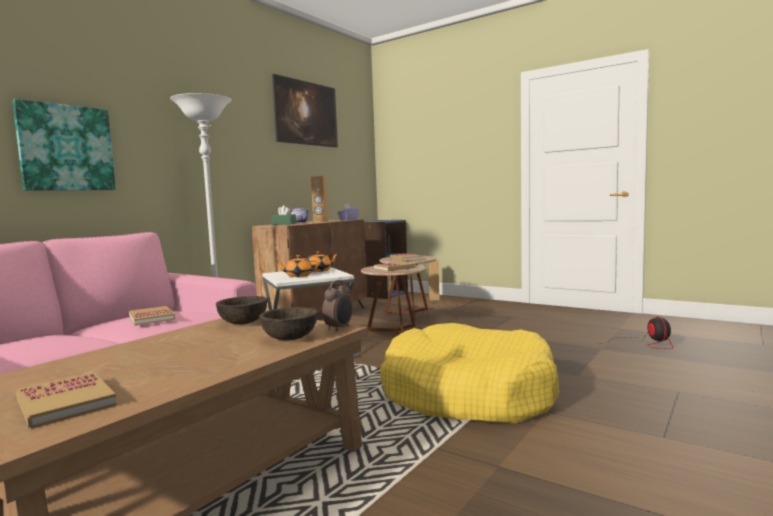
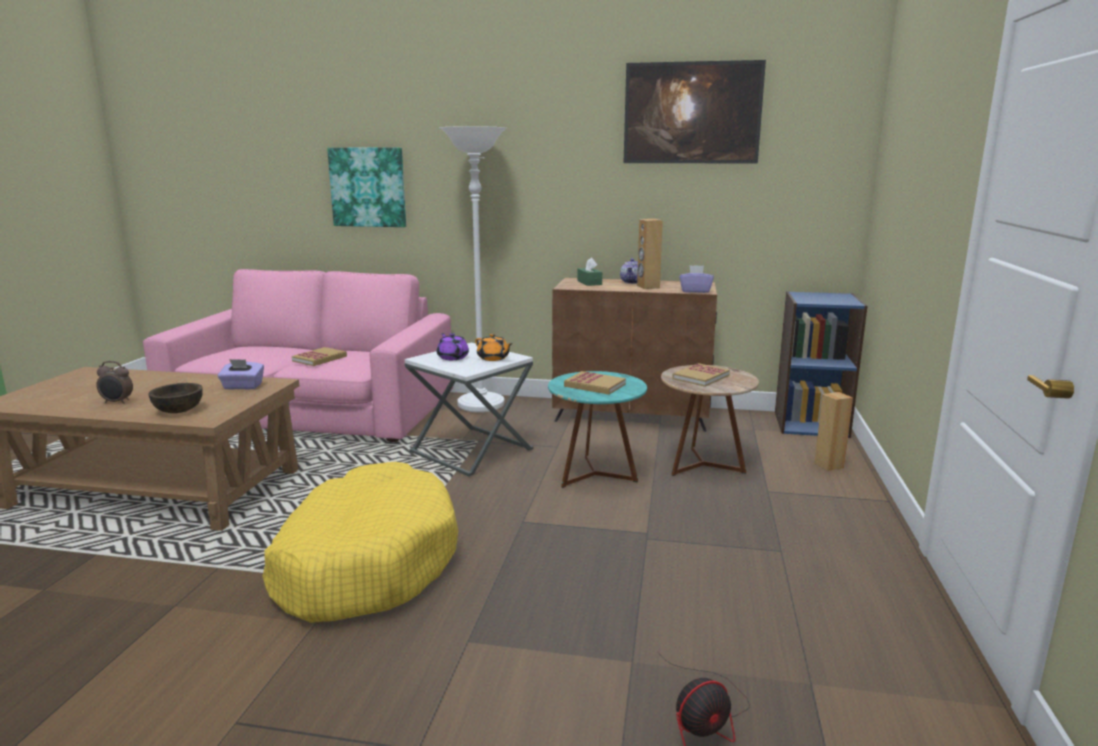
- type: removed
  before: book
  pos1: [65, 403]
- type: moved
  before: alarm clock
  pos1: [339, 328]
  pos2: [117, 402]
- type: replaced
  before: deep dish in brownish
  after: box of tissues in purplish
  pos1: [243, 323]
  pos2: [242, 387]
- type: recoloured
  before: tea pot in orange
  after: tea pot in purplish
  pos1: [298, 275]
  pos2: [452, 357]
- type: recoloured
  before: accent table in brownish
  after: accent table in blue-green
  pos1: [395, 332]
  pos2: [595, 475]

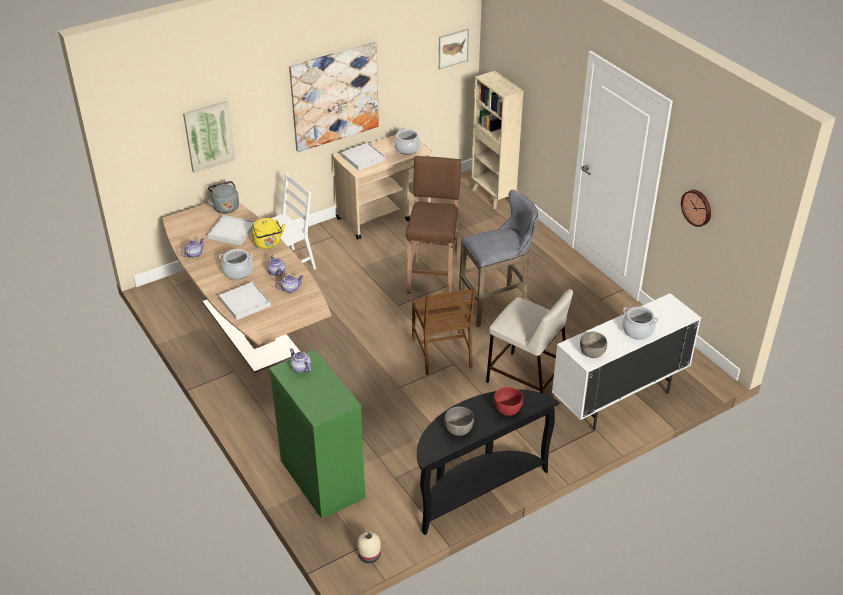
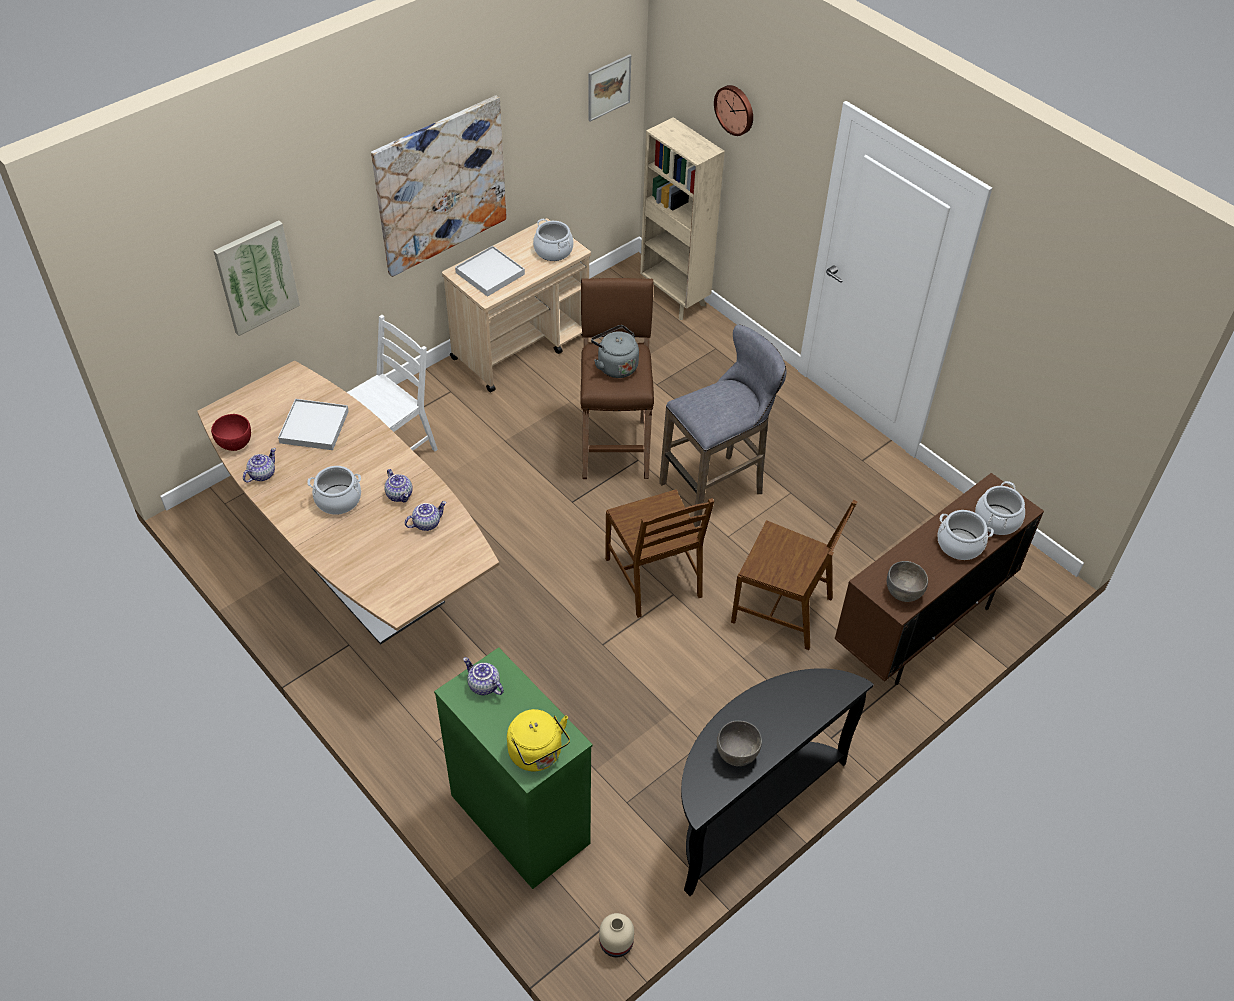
- type: removed
  before: serving tray in white
  pos1: [244, 302]
- type: added
  after: stockpot
  pos2: [997, 520]
- type: moved
  before: water kettle in gray
  pos1: [225, 207]
  pos2: [615, 366]
- type: moved
  before: water kettle in yellowish
  pos1: [268, 244]
  pos2: [537, 754]
- type: moved
  before: deep dish in red
  pos1: [507, 410]
  pos2: [235, 444]
- type: moved
  before: wall clock
  pos1: [697, 207]
  pos2: [735, 109]
- type: replaced
  before: stool seat in sand-coloured
  after: plain chair in brownish
  pos1: [526, 379]
  pos2: [783, 609]
- type: recoloured
  before: cabinet in white
  after: cabinet in brownish
  pos1: [618, 400]
  pos2: [920, 628]

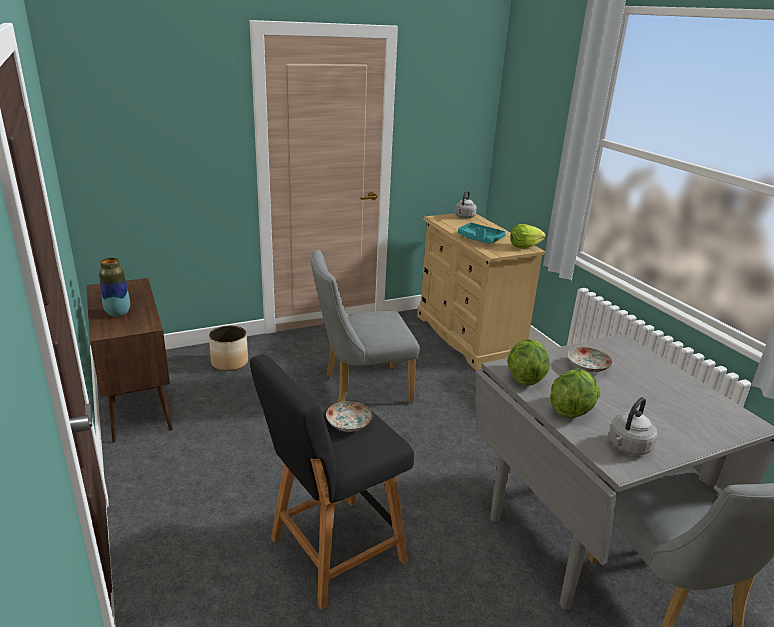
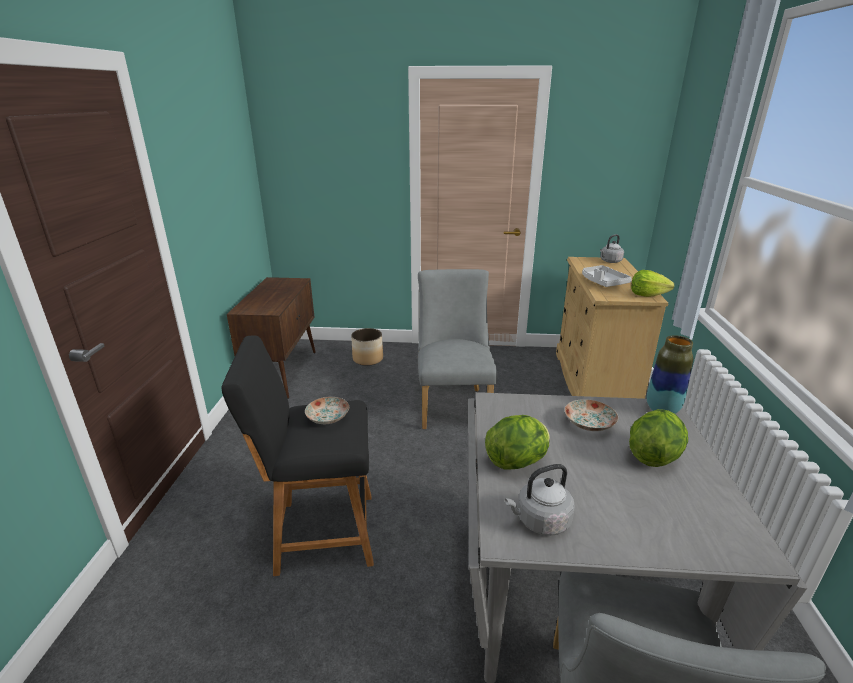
- type: moved
  before: flower vase
  pos1: [118, 313]
  pos2: [662, 410]
- type: moved
  before: head of lettuce
  pos1: [524, 378]
  pos2: [653, 456]
- type: recoloured
  before: serving tray in blue-green
  after: serving tray in gray
  pos1: [479, 239]
  pos2: [603, 282]
- type: turned
  before: plain chair in gray
  pos1: [360, 389]
  pos2: [453, 404]
  turn: 75

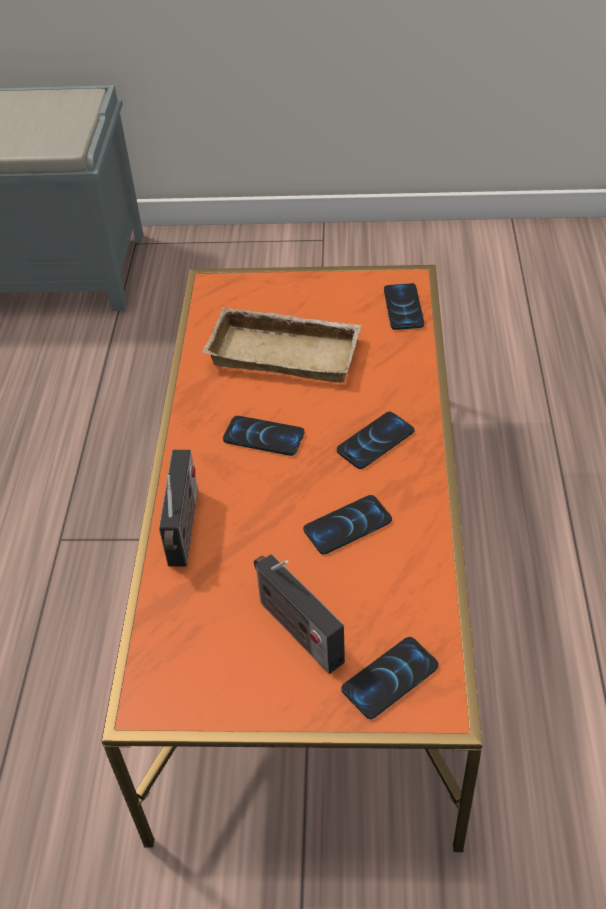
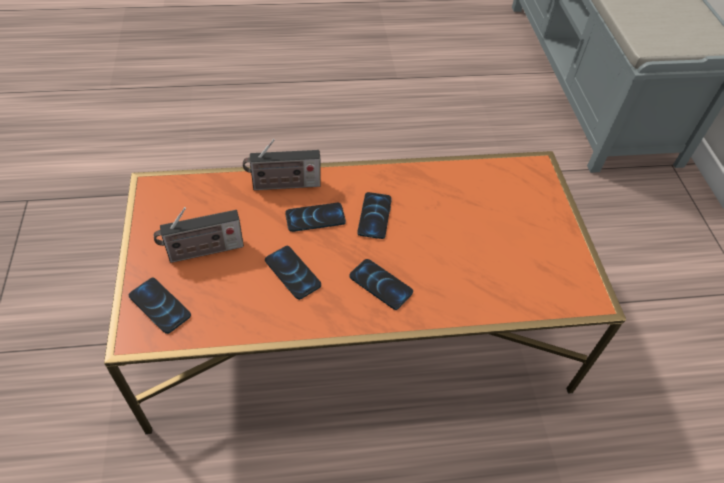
- type: removed
  before: serving tray in sand-coloured
  pos1: [287, 351]
- type: moved
  before: handset
  pos1: [403, 308]
  pos2: [315, 218]
- type: turned
  before: radio set
  pos1: [296, 629]
  pos2: [202, 251]
  turn: -150

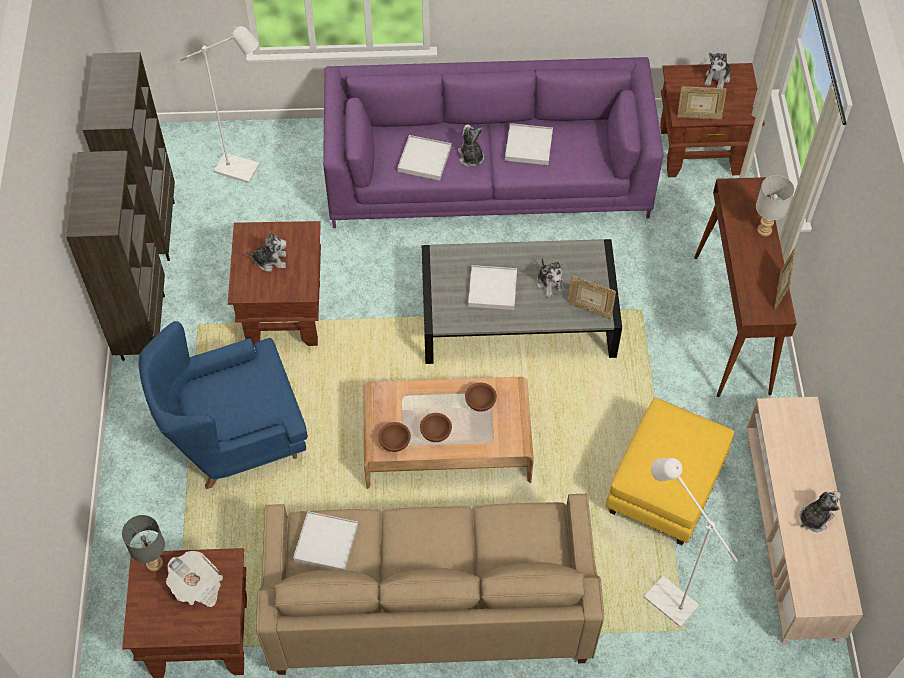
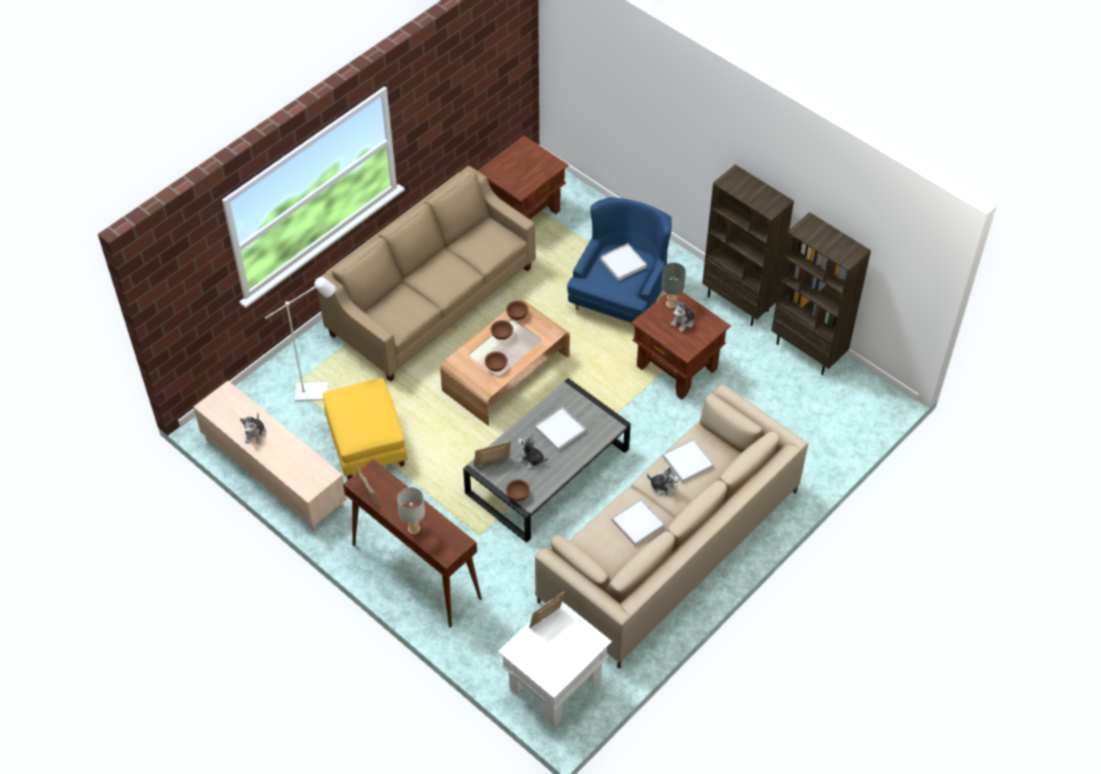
- type: removed
  before: printed paper
  pos1: [197, 586]
- type: removed
  before: standard lamp in white
  pos1: [244, 170]
- type: removed
  before: soft toy
  pos1: [717, 78]
- type: added
  after: deep dish in brownish
  pos2: [517, 495]
- type: moved
  before: tabletop lamp in gray
  pos1: [153, 563]
  pos2: [671, 303]
- type: moved
  before: serving tray in white
  pos1: [326, 543]
  pos2: [623, 263]
- type: recoloured
  before: settee in purplish
  after: settee in sand-coloured
  pos1: [488, 175]
  pos2: [669, 545]
- type: recoloured
  before: accent table in brownish
  after: accent table in white
  pos1: [700, 151]
  pos2: [554, 685]

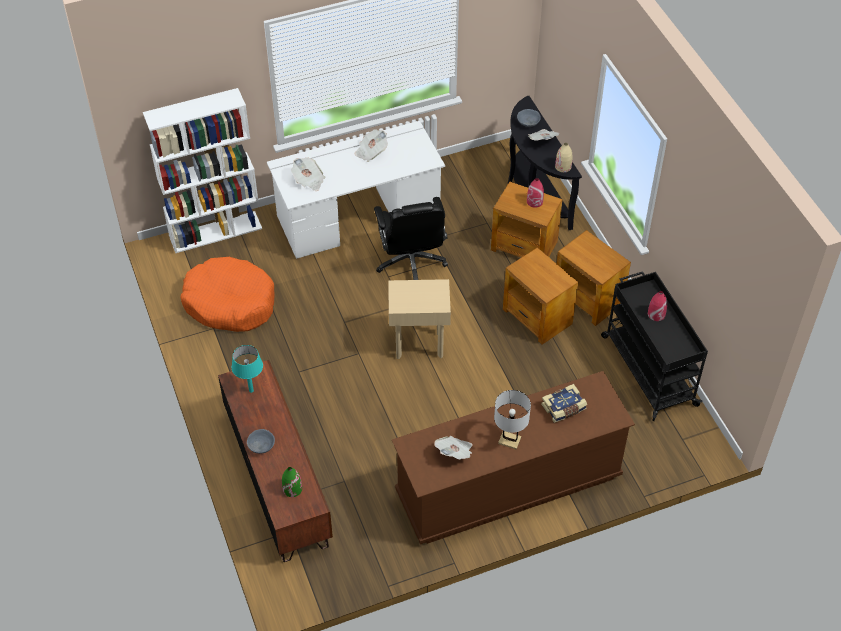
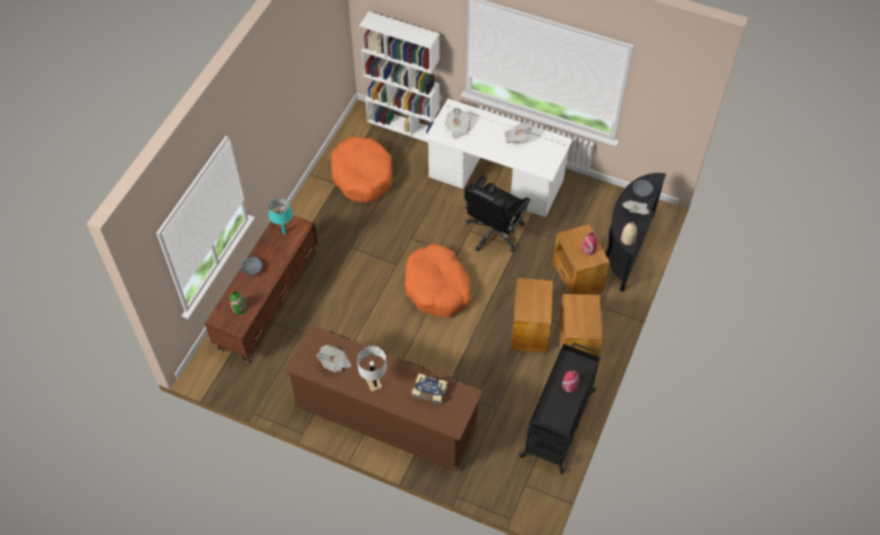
- type: replaced
  before: accent table in sand-coloured
  after: dog bed in orange
  pos1: [419, 344]
  pos2: [437, 287]

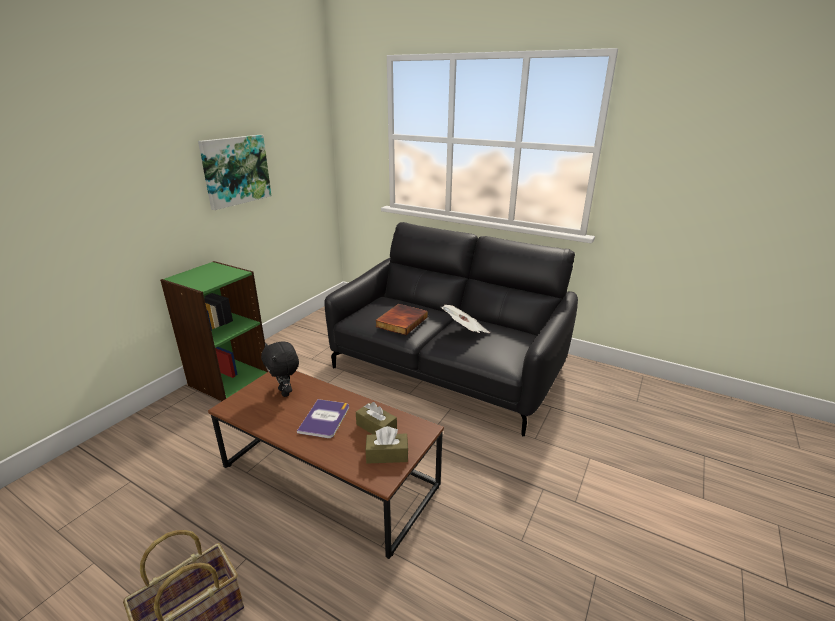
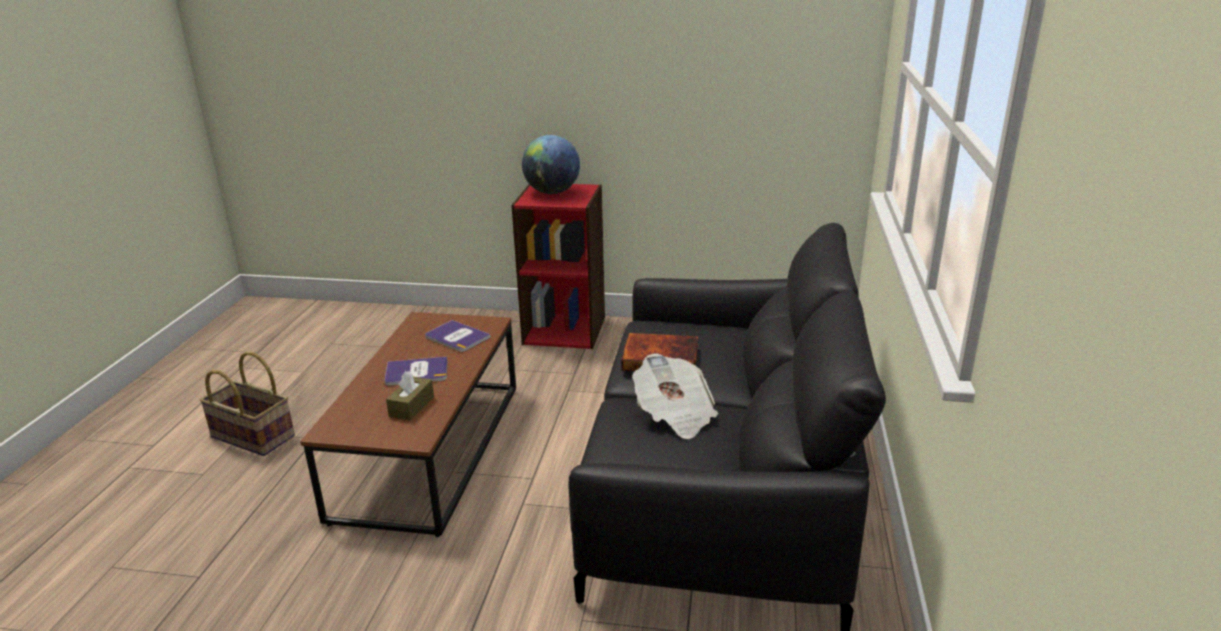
- type: removed
  before: wall art
  pos1: [235, 170]
- type: removed
  before: box of tissues in brownish
  pos1: [387, 455]
- type: added
  after: globe
  pos2: [552, 192]
- type: replaced
  before: soft toy in black-coloured
  after: book
  pos1: [285, 392]
  pos2: [457, 337]
- type: recoloured
  before: shelving unit in greenish
  after: shelving unit in red
  pos1: [229, 379]
  pos2: [565, 330]

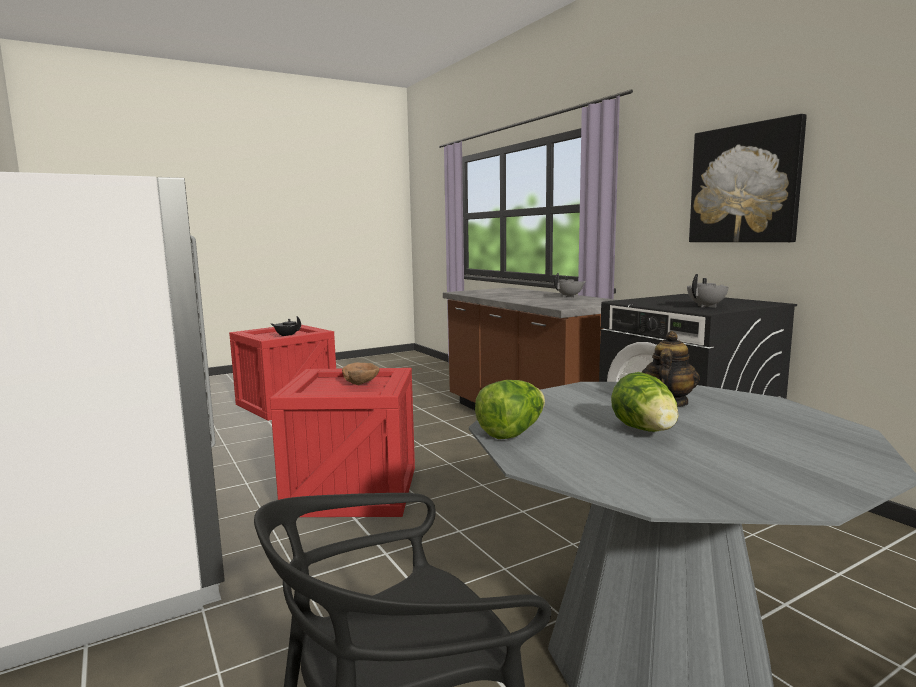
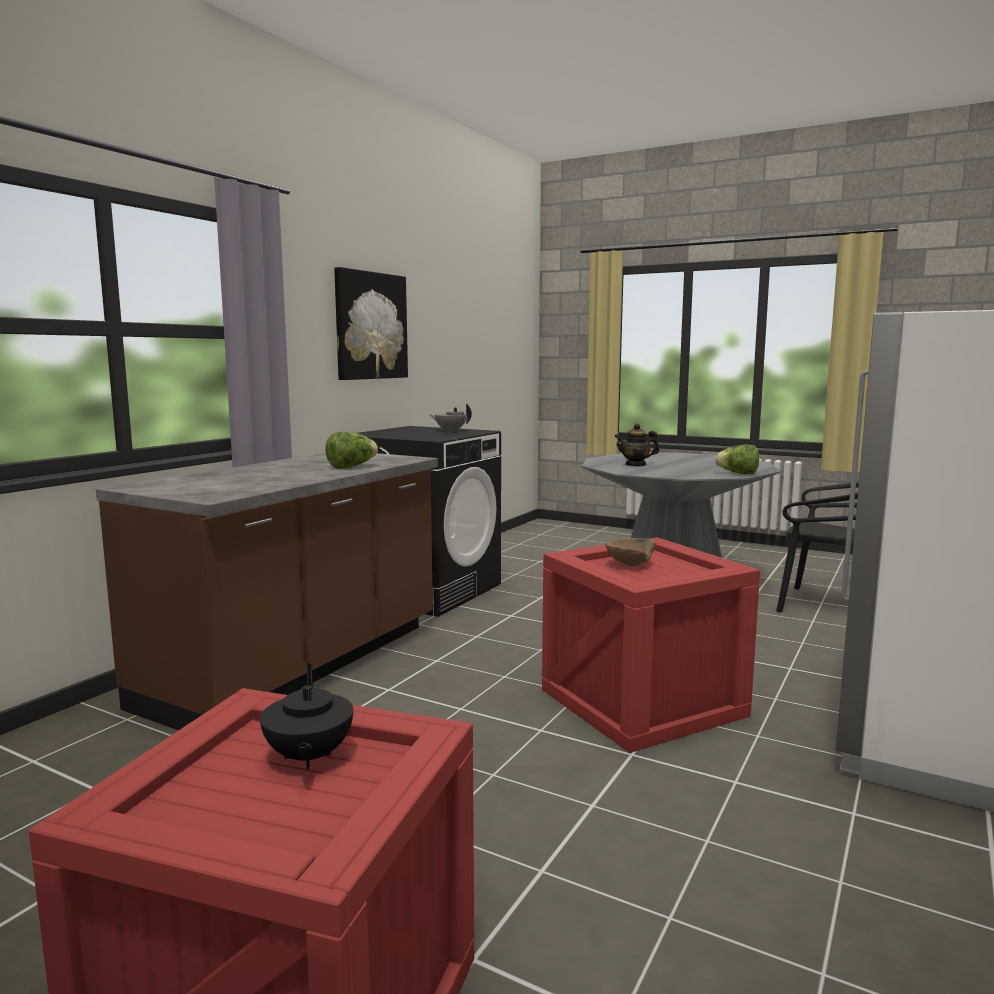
- type: removed
  before: tea pot in gray
  pos1: [570, 296]
- type: moved
  before: head of lettuce
  pos1: [646, 431]
  pos2: [351, 467]

